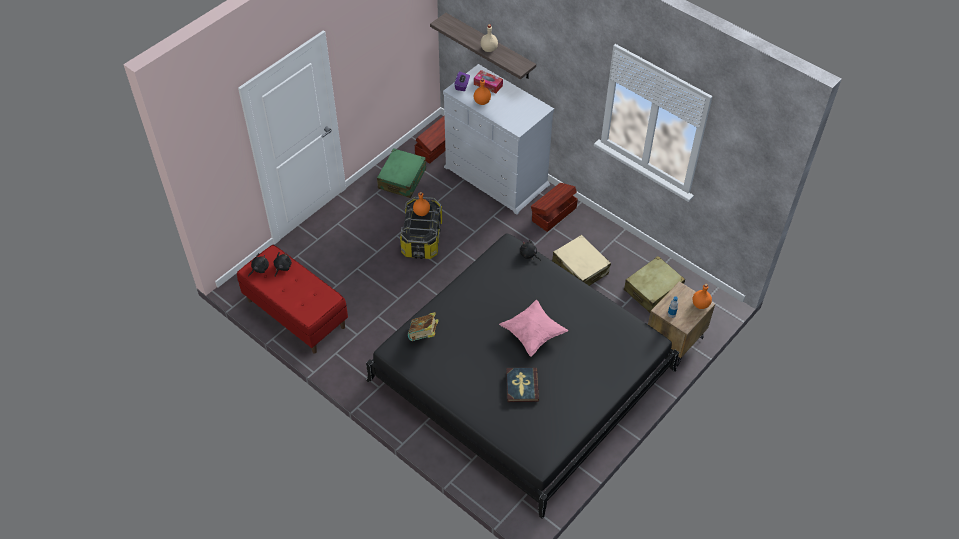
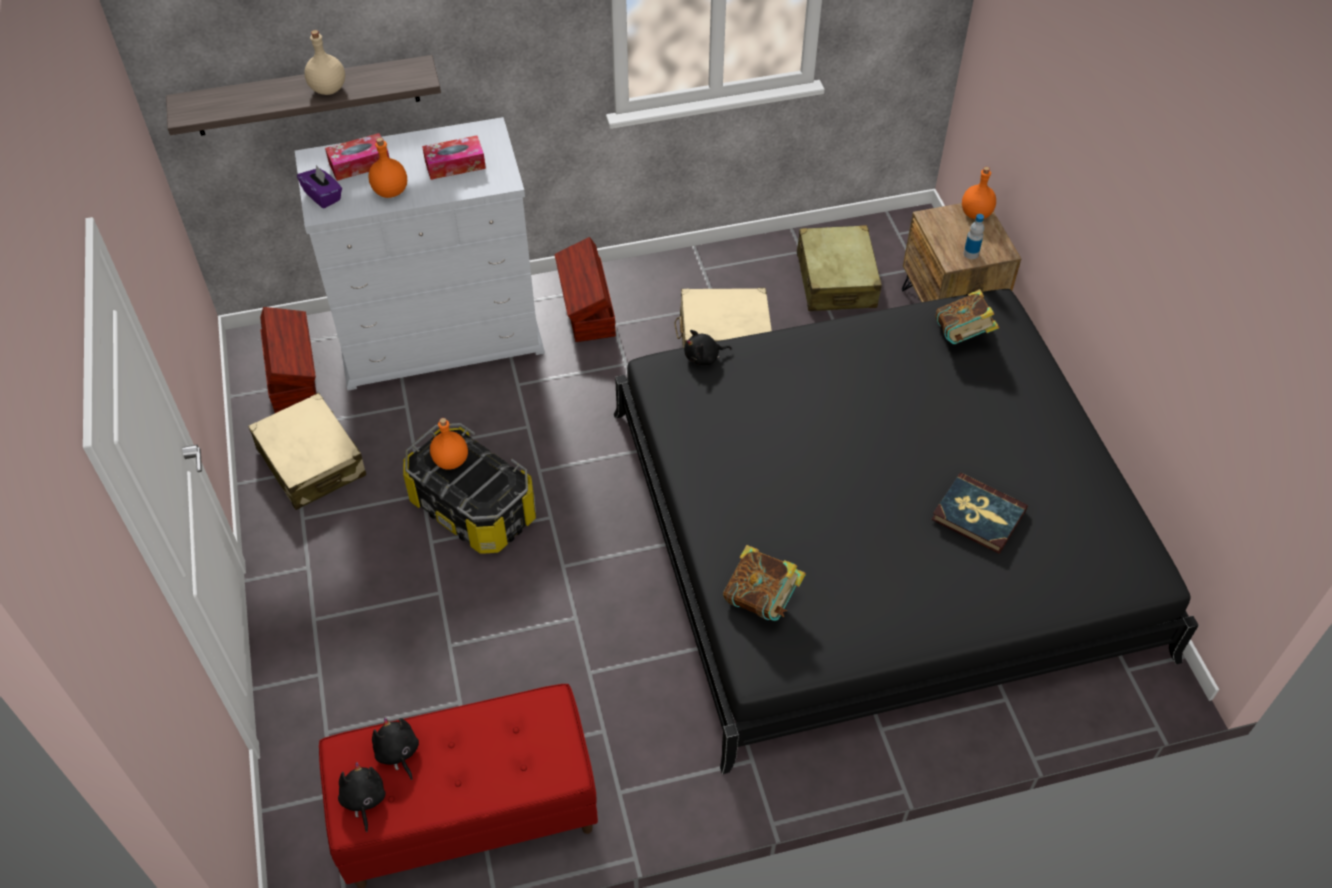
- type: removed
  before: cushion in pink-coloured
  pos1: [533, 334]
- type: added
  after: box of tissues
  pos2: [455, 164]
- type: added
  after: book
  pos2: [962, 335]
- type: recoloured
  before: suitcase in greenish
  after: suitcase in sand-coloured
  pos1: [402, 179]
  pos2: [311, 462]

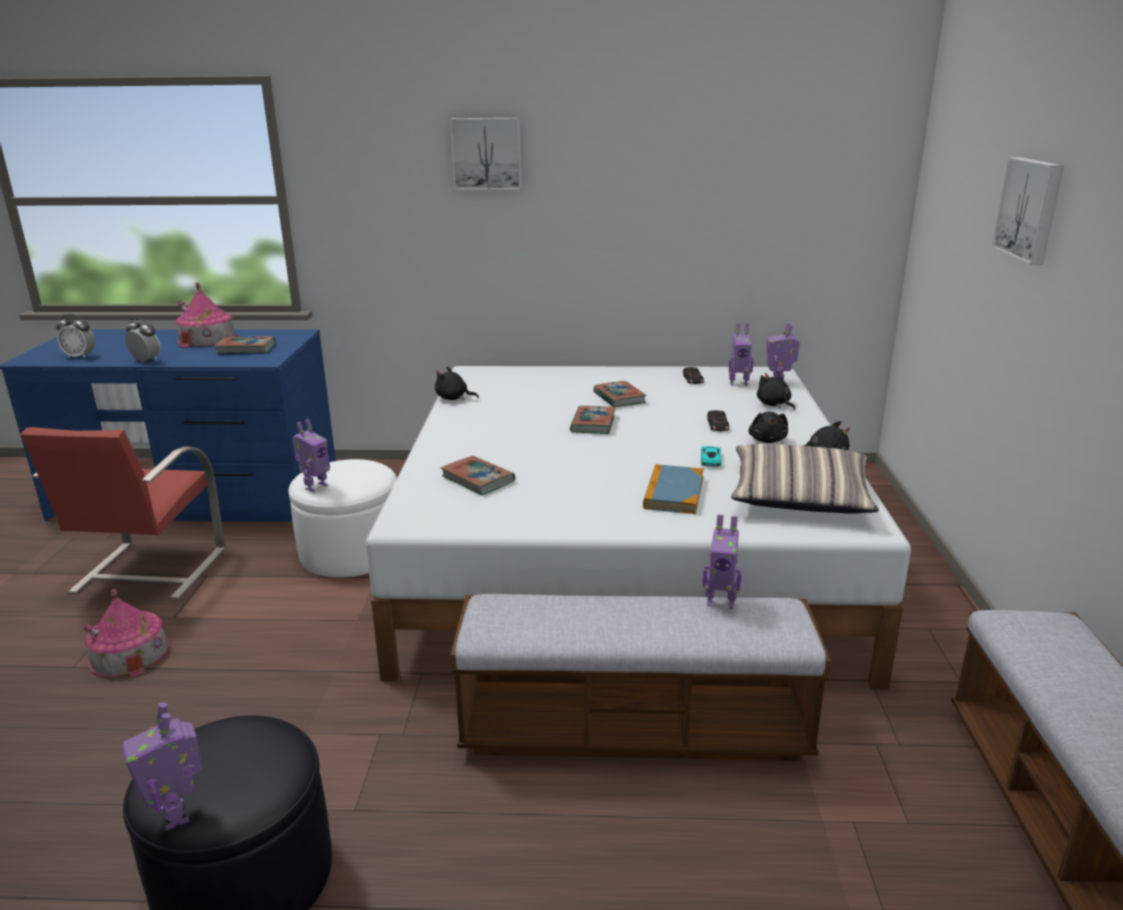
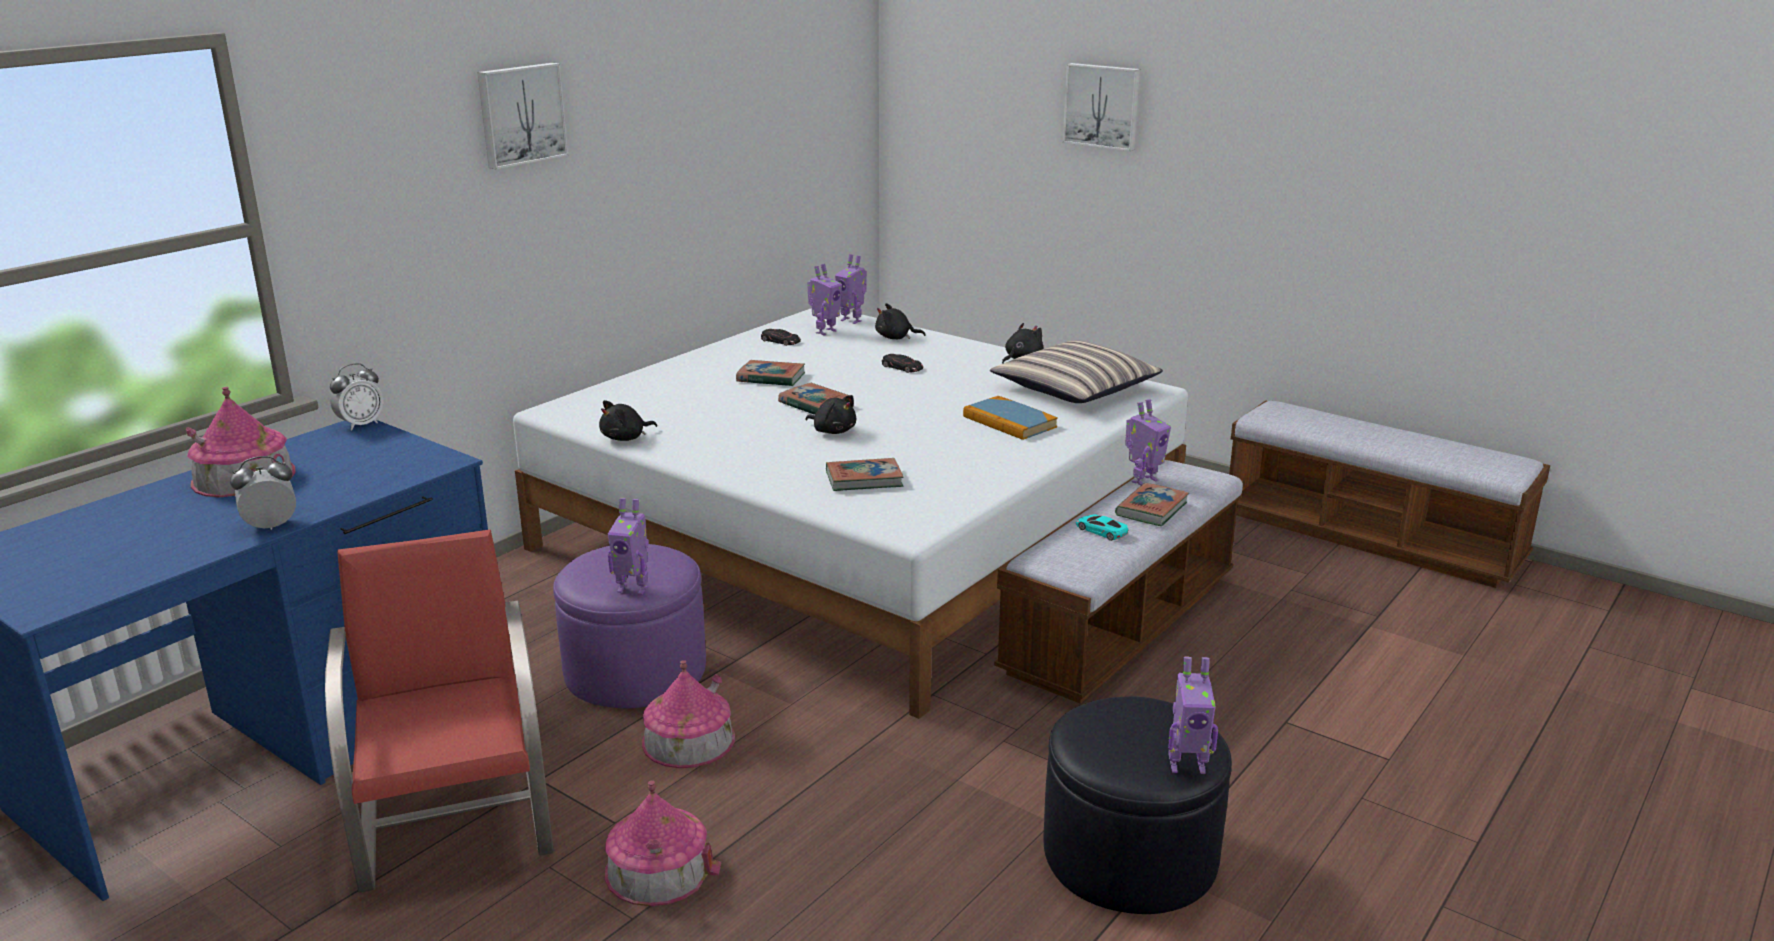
- type: added
  after: toy house
  pos2: [688, 740]
- type: moved
  before: alarm clock
  pos1: [80, 356]
  pos2: [360, 424]
- type: moved
  before: book
  pos1: [246, 349]
  pos2: [1151, 509]
- type: moved
  before: miniature car in blue-green
  pos1: [710, 459]
  pos2: [1101, 531]
- type: moved
  before: soft toy in black-coloured
  pos1: [767, 440]
  pos2: [833, 431]
- type: recoloured
  before: footrest in white
  after: footrest in purplish
  pos1: [351, 551]
  pos2: [635, 670]
- type: turned
  before: plain chair in red
  pos1: [147, 572]
  pos2: [456, 824]
  turn: -150
- type: turned
  before: toy robot
  pos1: [315, 487]
  pos2: [633, 588]
  turn: 120

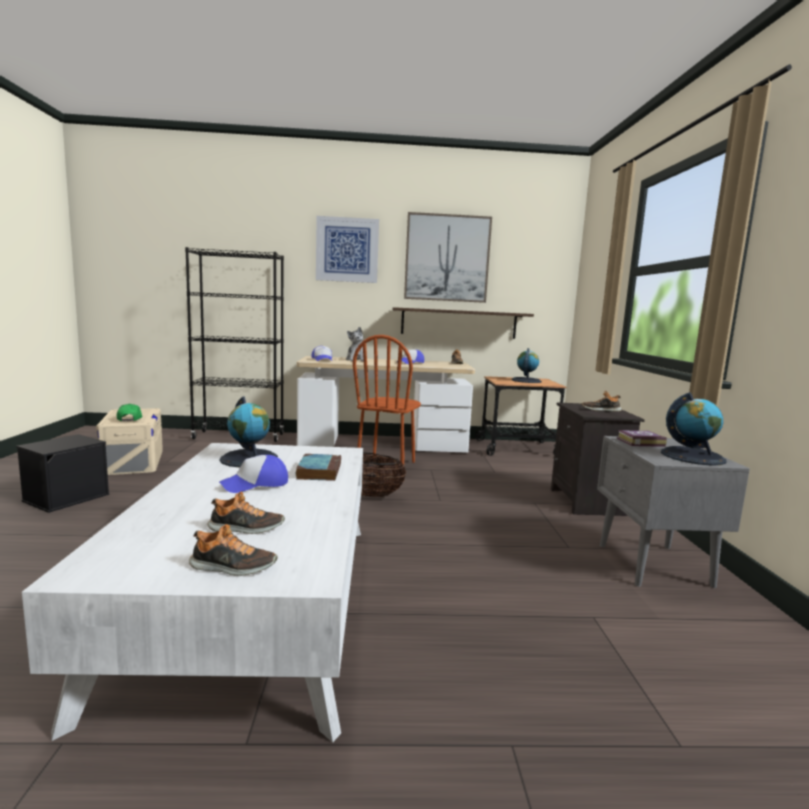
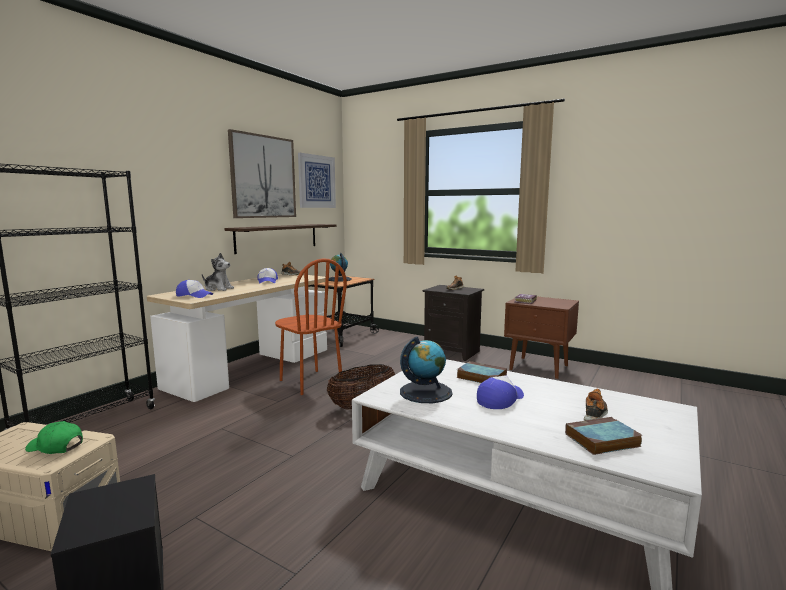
- type: removed
  before: low shoe
  pos1: [232, 567]
- type: removed
  before: globe
  pos1: [692, 456]
- type: added
  after: book
  pos2: [601, 440]
- type: moved
  before: wall art
  pos1: [347, 250]
  pos2: [316, 181]
- type: recoloured
  before: nightstand in gray
  after: nightstand in brownish
  pos1: [653, 565]
  pos2: [539, 368]
- type: turned
  before: cap
  pos1: [255, 484]
  pos2: [500, 399]
  turn: -135

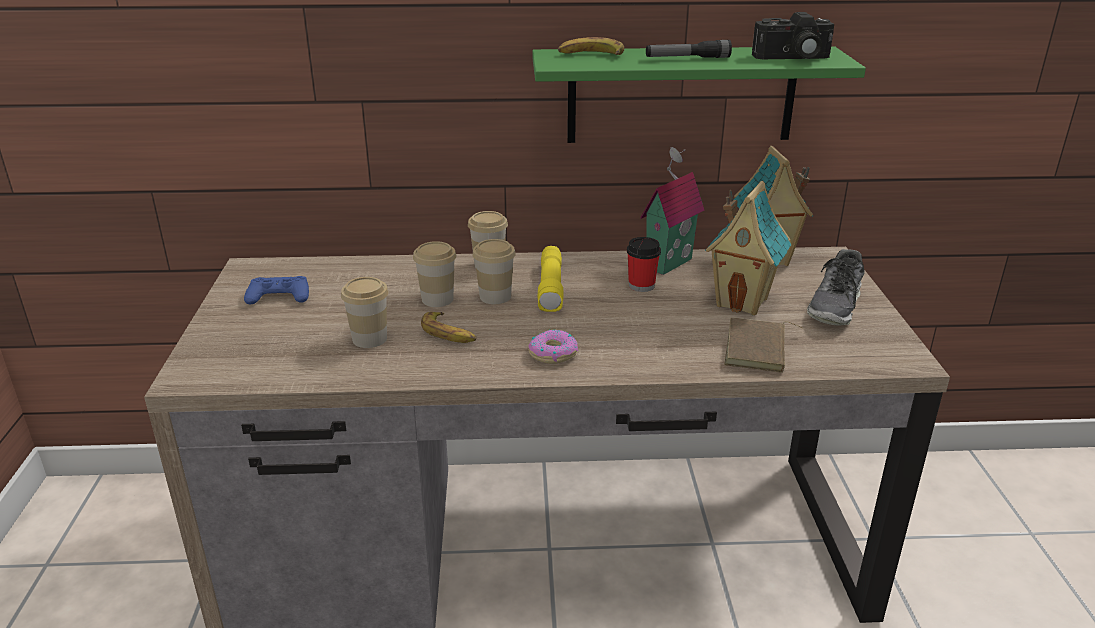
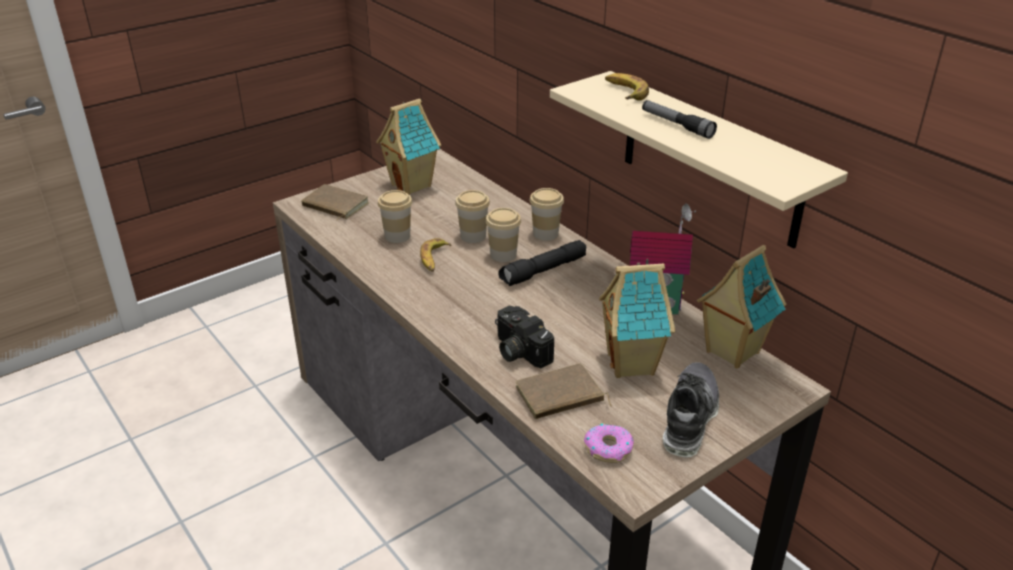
- type: removed
  before: cup
  pos1: [641, 286]
- type: added
  after: book in brownish
  pos2: [334, 206]
- type: moved
  before: doughnut
  pos1: [553, 353]
  pos2: [608, 448]
- type: moved
  before: still camera
  pos1: [792, 58]
  pos2: [518, 351]
- type: replaced
  before: joypad in blue
  after: toy house
  pos1: [279, 296]
  pos2: [412, 185]
- type: recoloured
  before: bracket shelf in greenish
  after: bracket shelf in sand-coloured
  pos1: [681, 95]
  pos2: [710, 159]
- type: recoloured
  before: hand torch in yellowish
  after: hand torch in black-coloured
  pos1: [551, 288]
  pos2: [543, 271]
- type: turned
  before: low shoe
  pos1: [836, 306]
  pos2: [689, 417]
  turn: 120

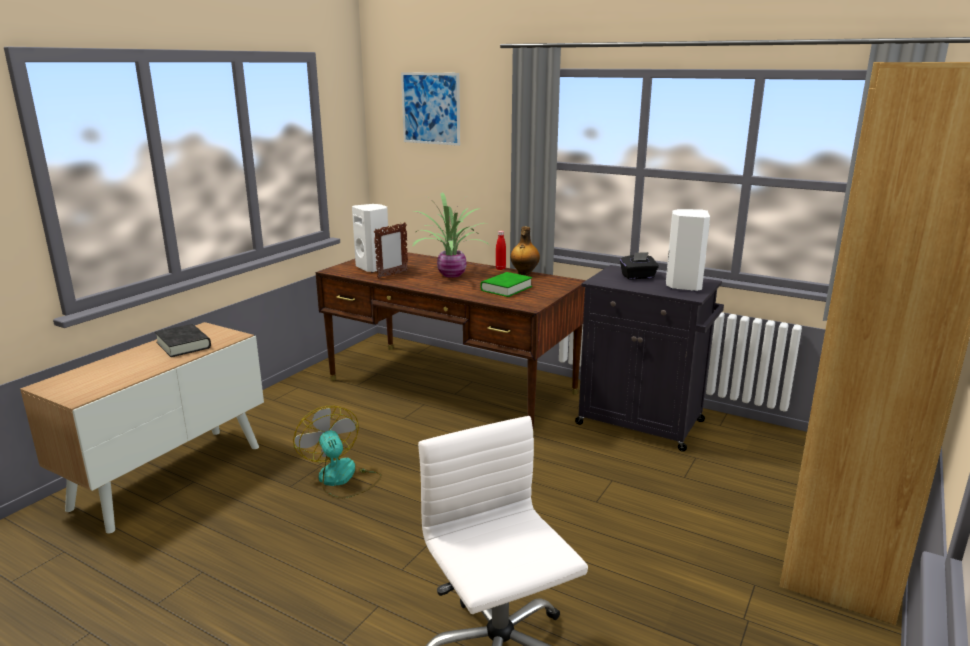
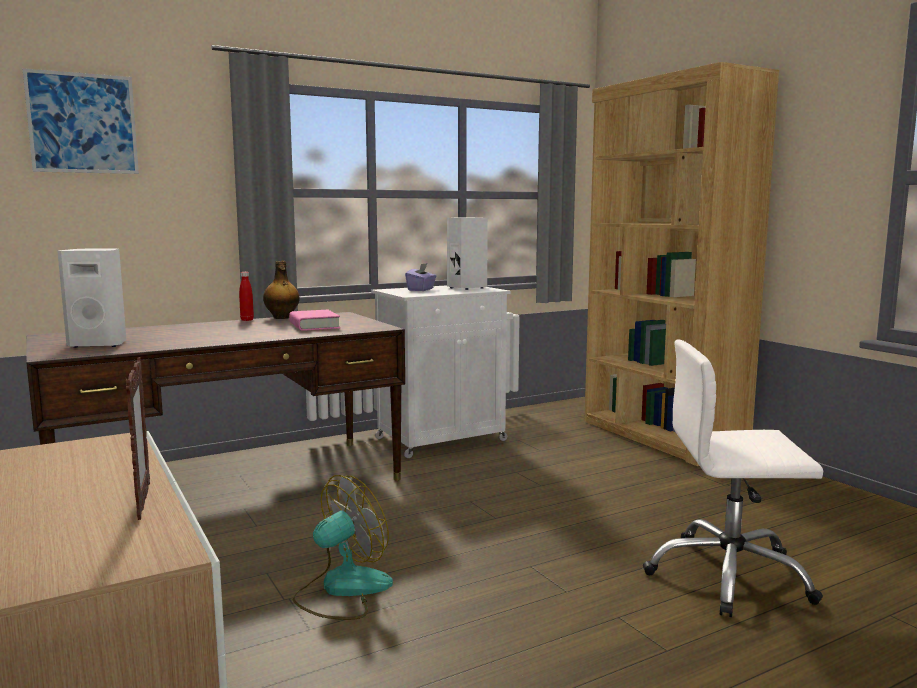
- type: removed
  before: book in black-coloured
  pos1: [183, 345]
- type: removed
  before: potted plant
  pos1: [451, 274]
- type: moved
  before: photo frame
  pos1: [392, 274]
  pos2: [143, 501]
- type: recoloured
  before: book in greenish
  after: book in pink-coloured
  pos1: [506, 288]
  pos2: [314, 325]
- type: recoloured
  before: cabinet in black-coloured
  after: cabinet in white
  pos1: [642, 423]
  pos2: [443, 439]
- type: recoloured
  before: box of tissues in black-coloured
  after: box of tissues in purplish
  pos1: [638, 277]
  pos2: [421, 289]
- type: turned
  before: fan
  pos1: [341, 479]
  pos2: [342, 590]
  turn: 135

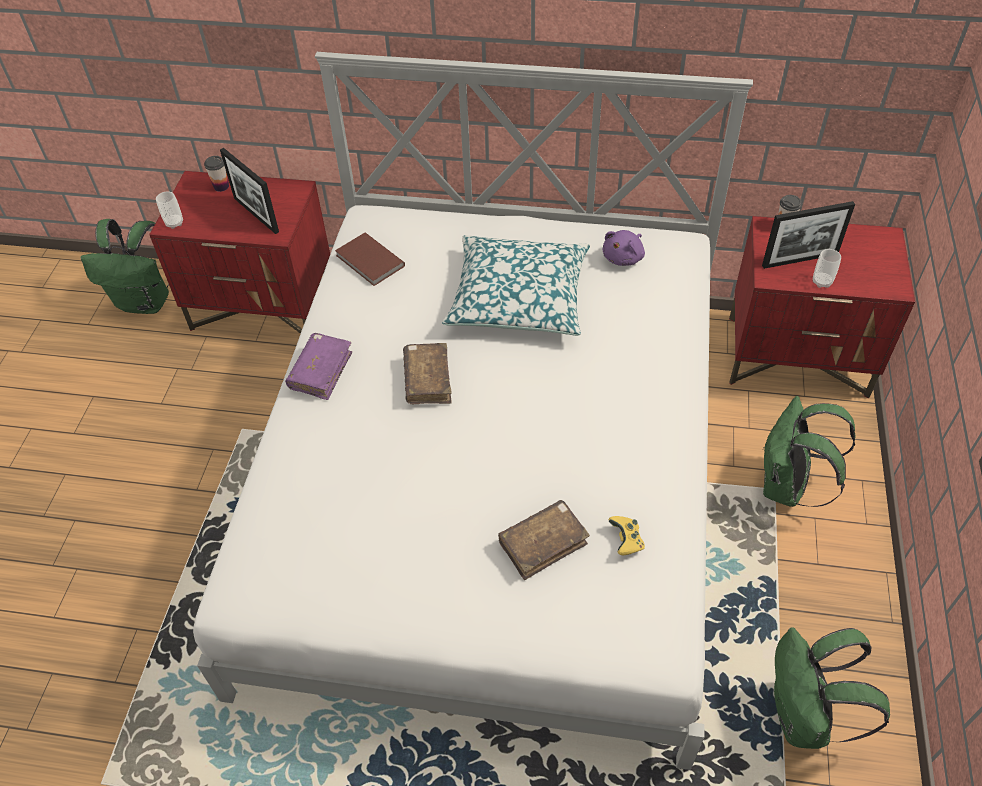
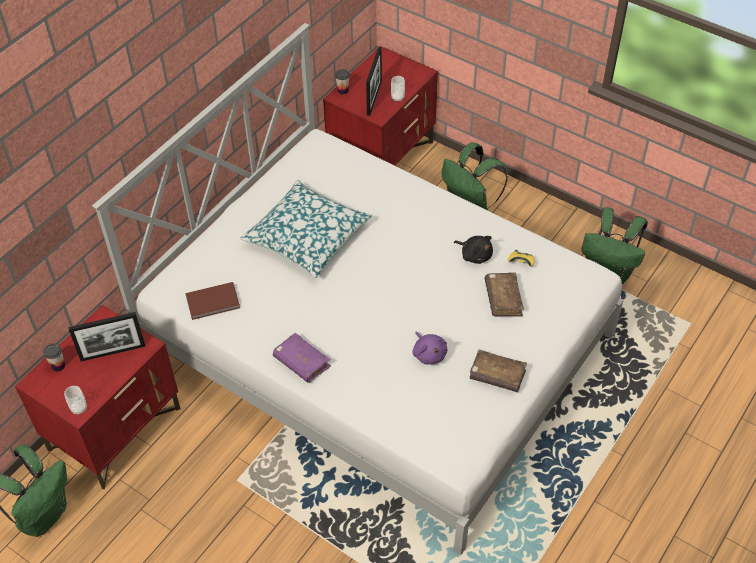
- type: added
  after: soft toy in black-coloured
  pos2: [475, 255]
- type: moved
  before: book in brownish
  pos1: [427, 380]
  pos2: [497, 375]
- type: moved
  before: soft toy in purplish
  pos1: [624, 257]
  pos2: [429, 354]

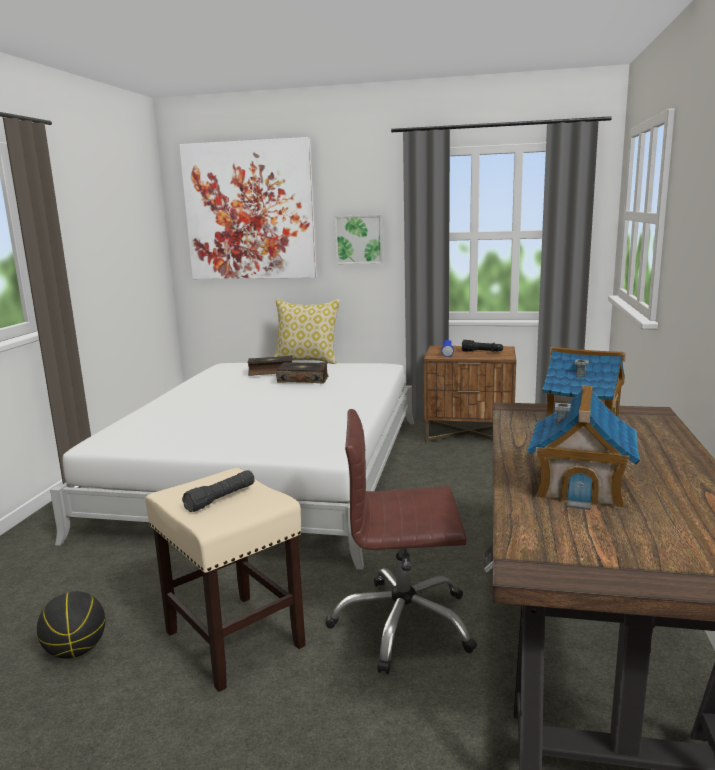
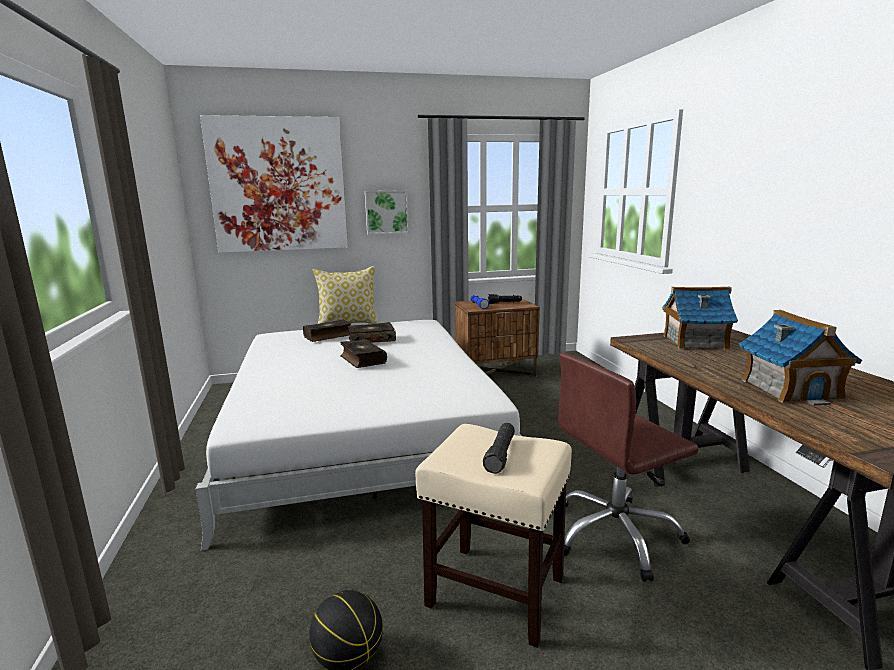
- type: added
  after: book
  pos2: [362, 360]

